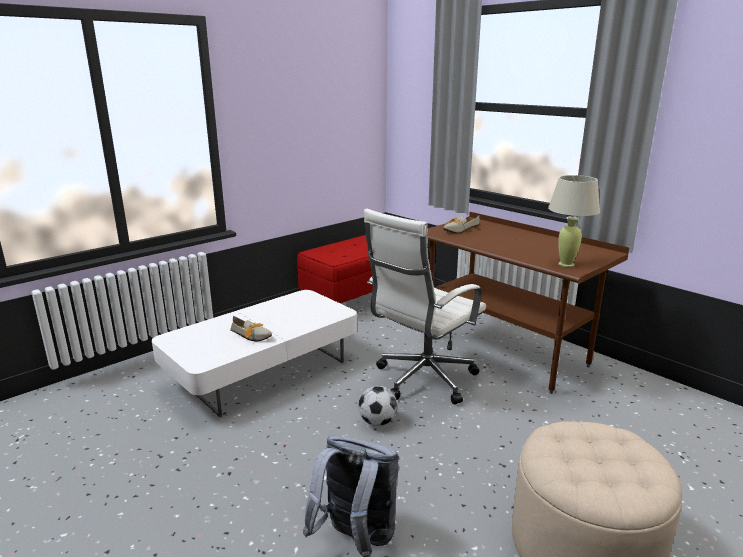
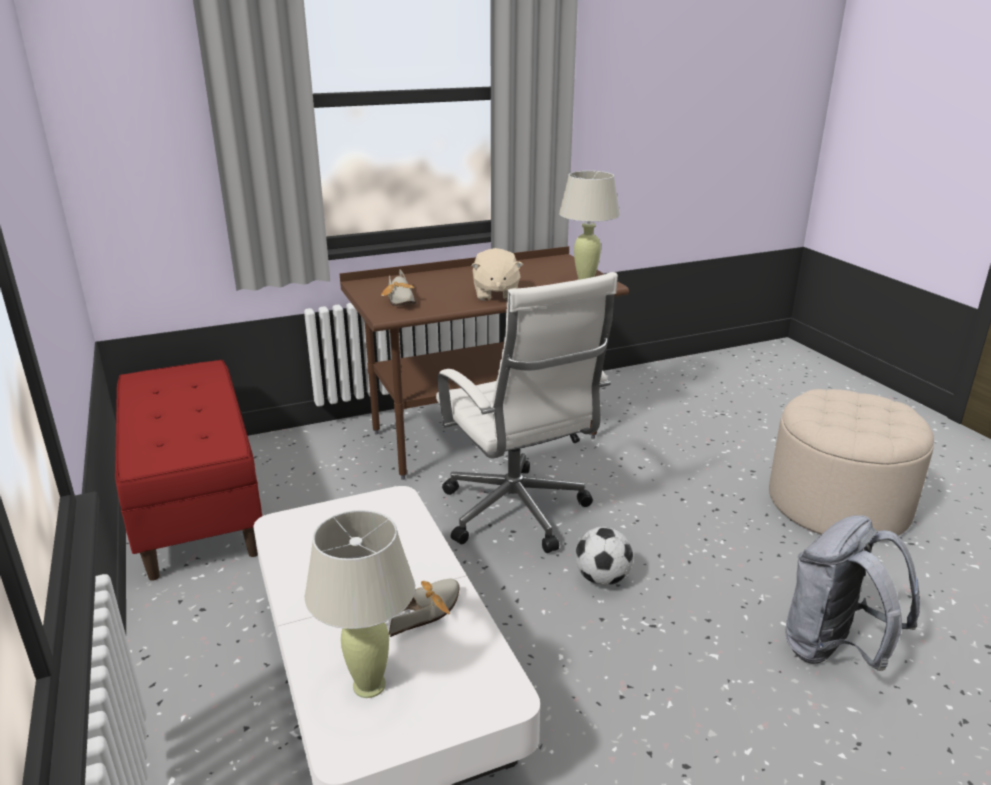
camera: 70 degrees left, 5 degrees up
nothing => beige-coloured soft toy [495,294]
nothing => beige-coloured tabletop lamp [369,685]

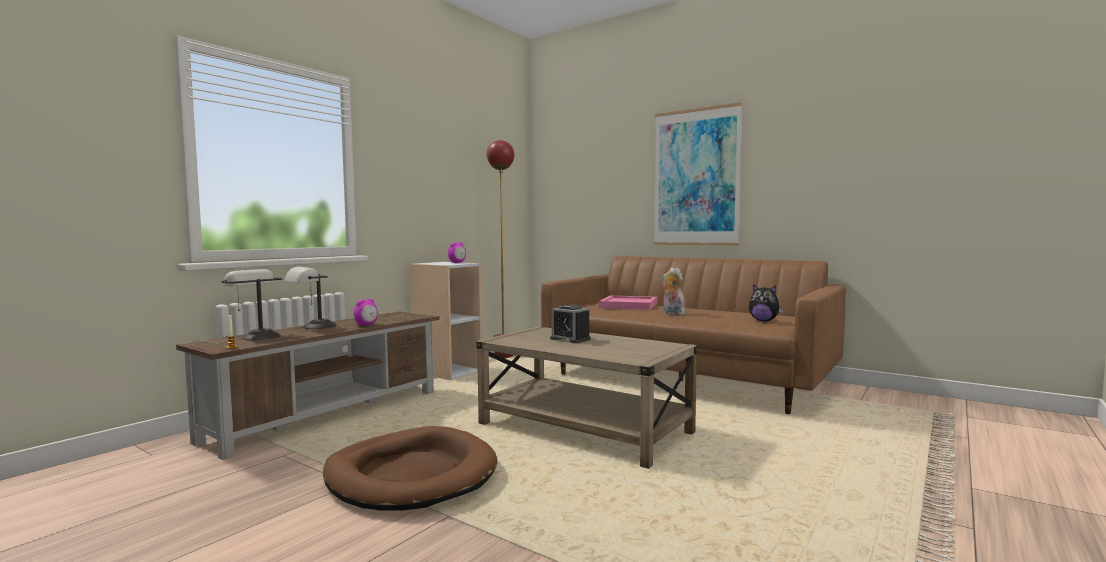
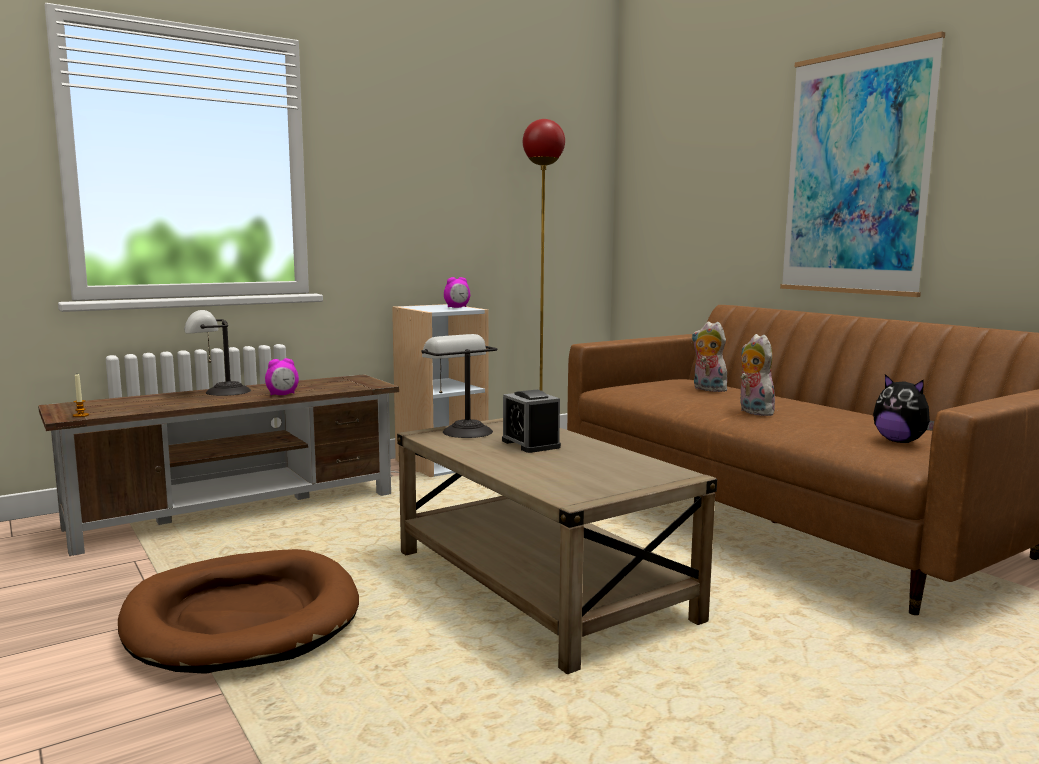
camera: 20 degrees right, 5 degrees up
tabletop lamp [256,336] => tabletop lamp [460,429], shifted
pinkish carrying tray [629,305] => soft toy [707,389]

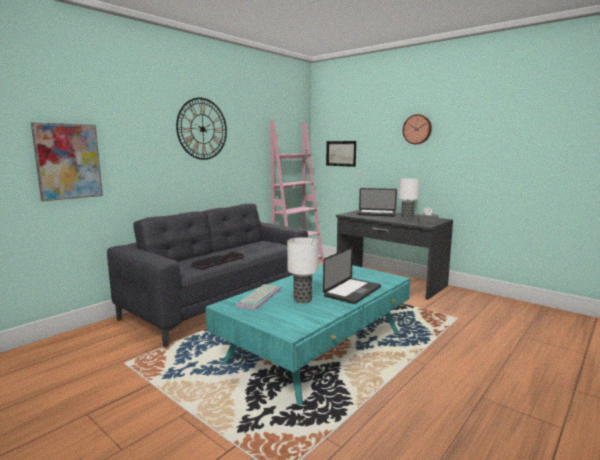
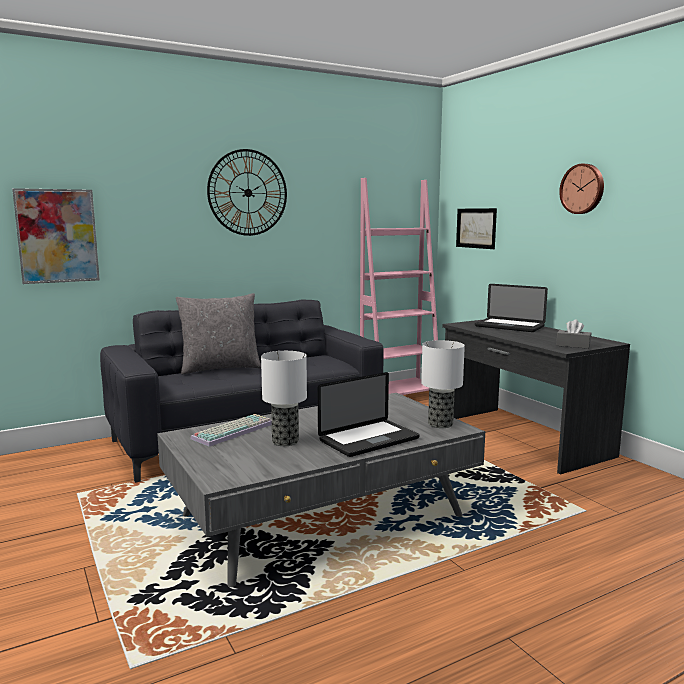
camera: 20 degrees right, 0 degrees up
tabletop lamp [407,218] => tabletop lamp [440,424], shifted
computer keyboard [218,261] => nothing
turquoise lounge table [318,347] => gray lounge table [323,517]
nothing => gray cushion [220,368]

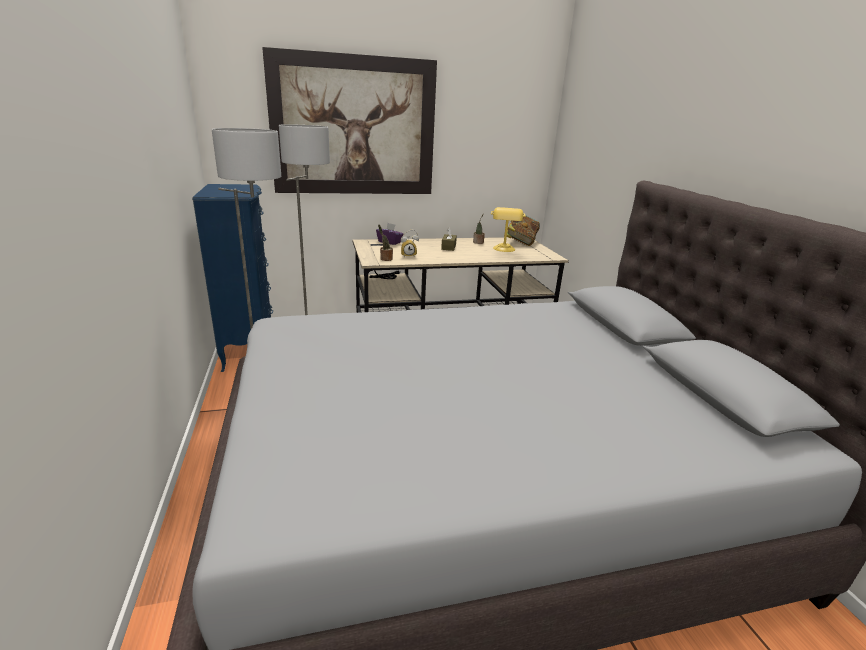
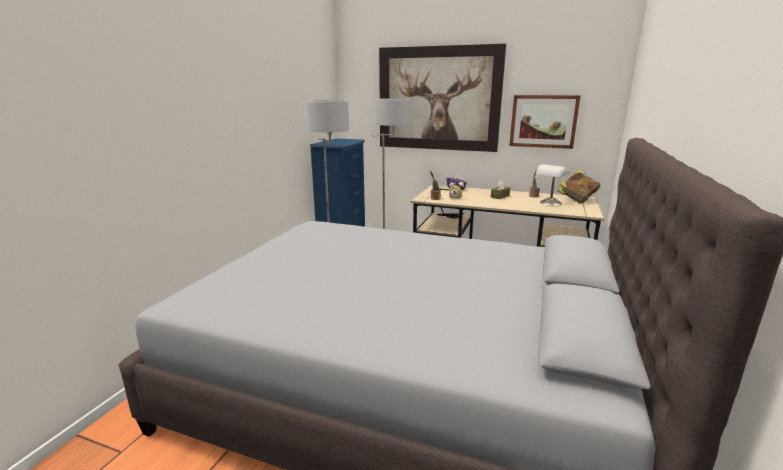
camera: 35 degrees right, 5 degrees down
yellowish tabletop lamp [504,250] => whitish tabletop lamp [549,204]
nothing => wall art [543,121]

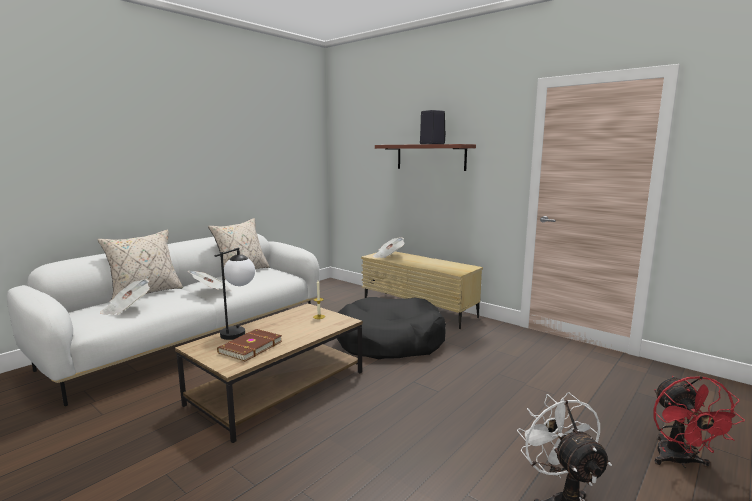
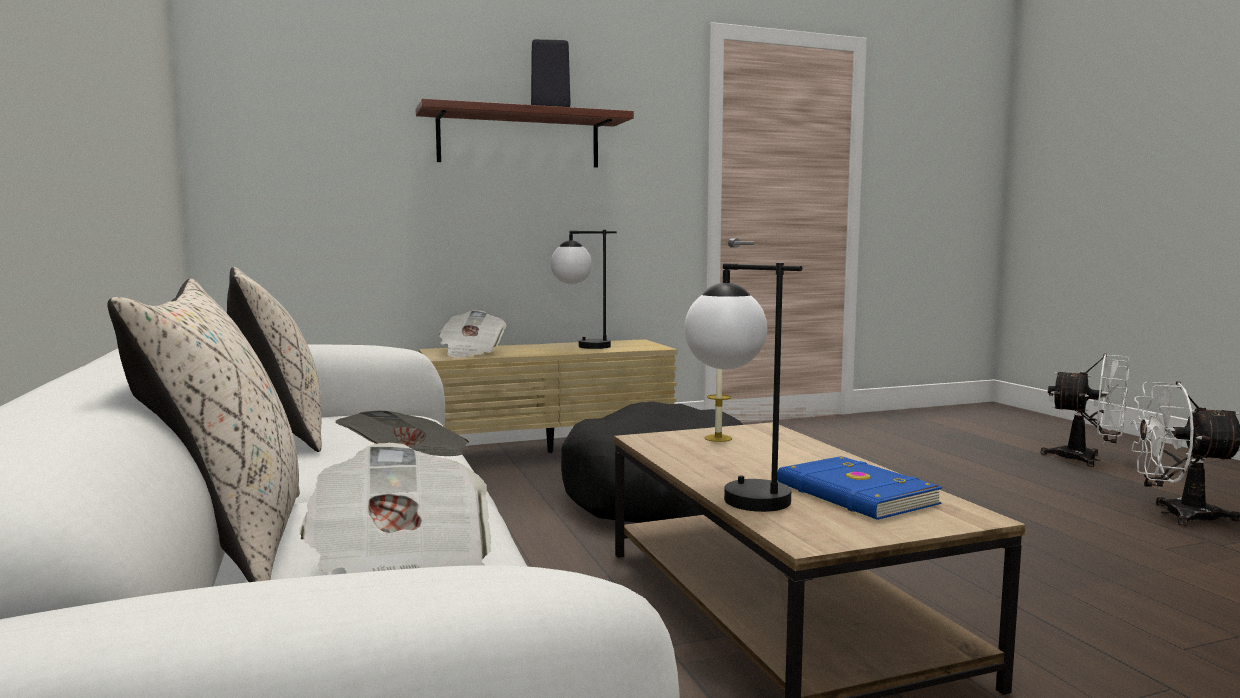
camera: 60 degrees left, 5 degrees down
brown-coloured book [249,347] => blue book [854,494]
red electric fan [679,461] => whitish electric fan [1087,459]
nothing => tabletop lamp [581,346]

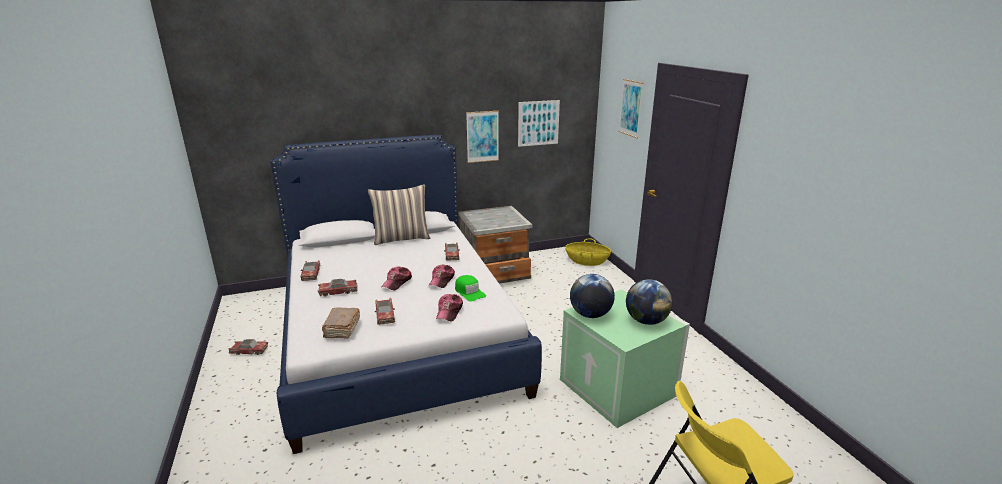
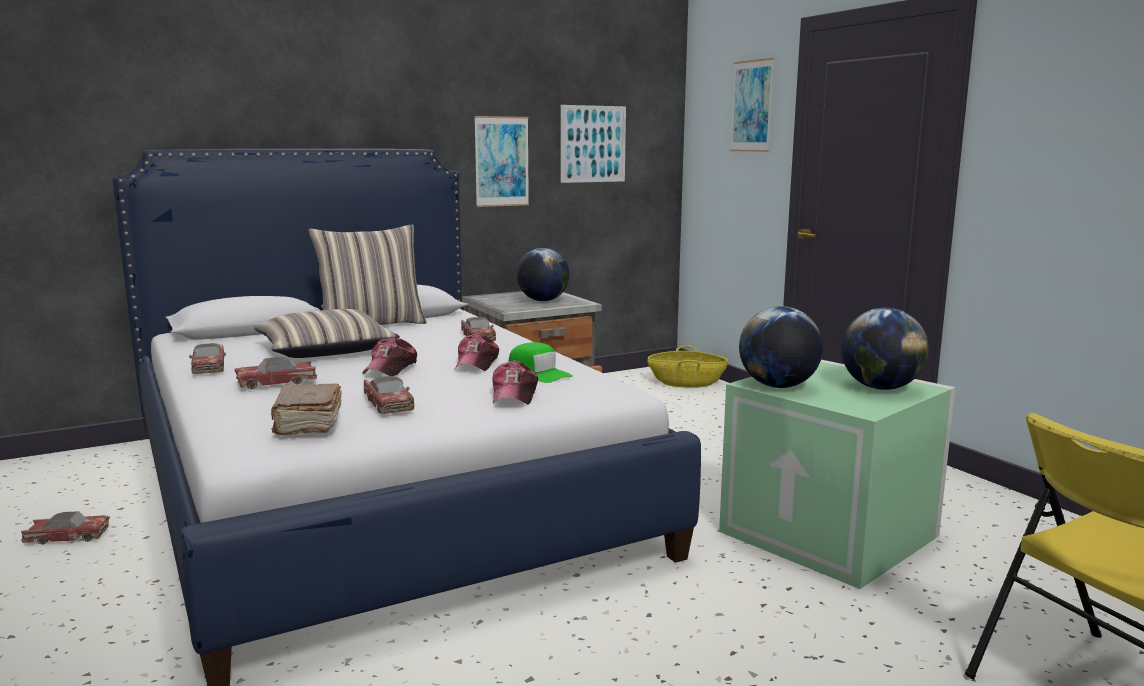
camera: 10 degrees left, 10 degrees down
nothing => desk globe [543,300]
nothing => cushion [326,350]

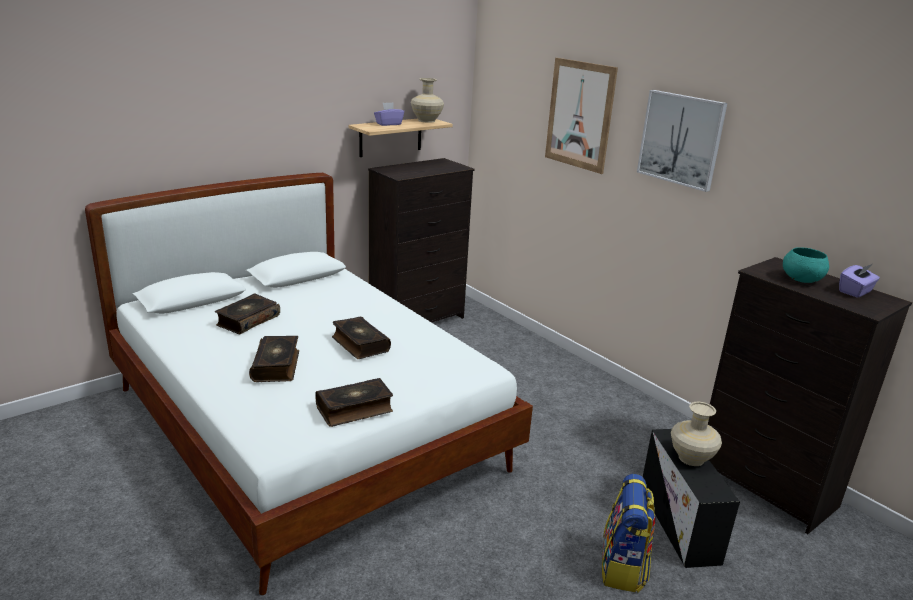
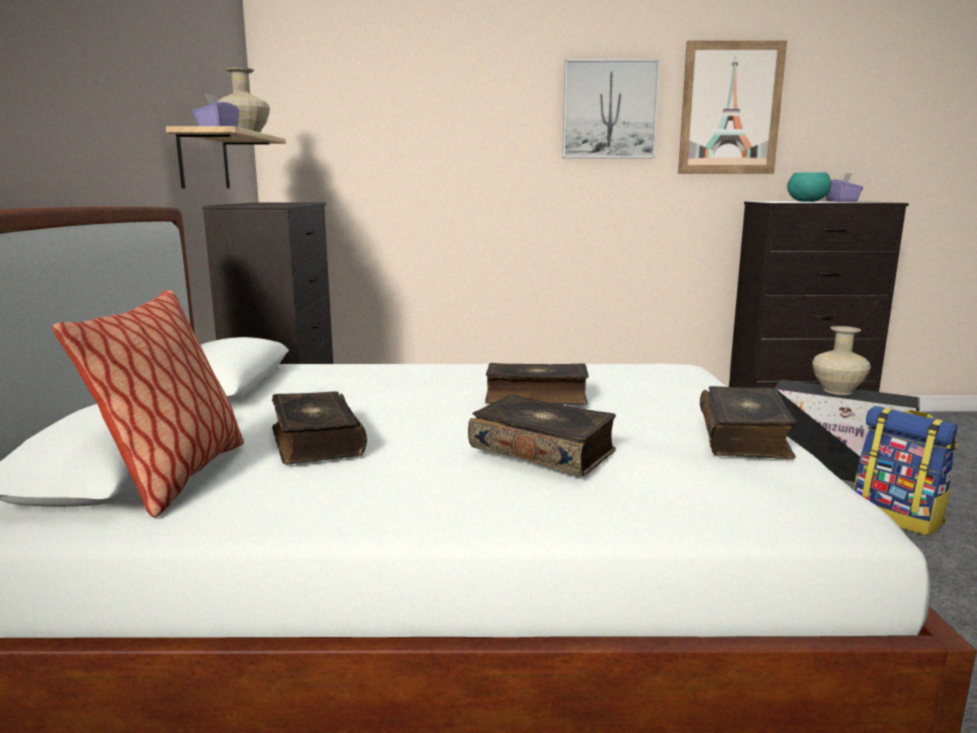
camera: 50 degrees left, 10 degrees down
wall art [579,115] => wall art [730,108], shifted
nothing => cushion [176,478]

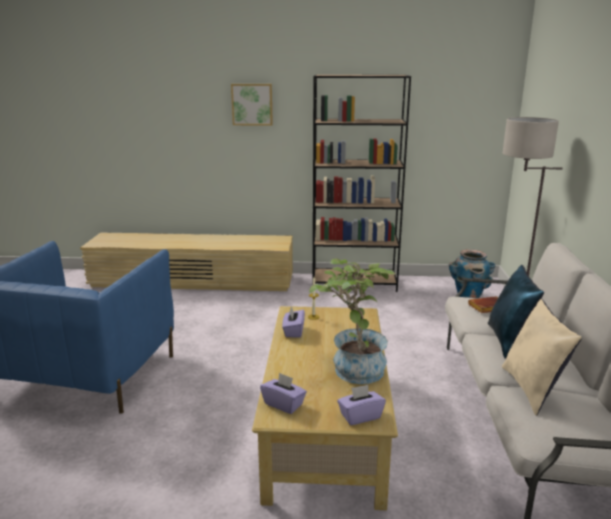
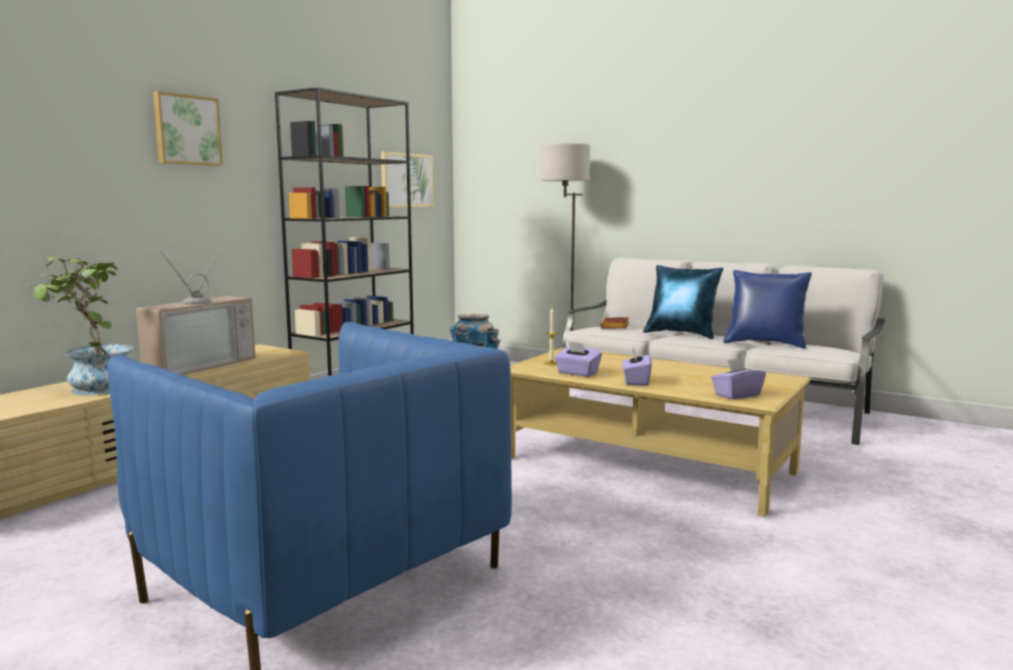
camera: 60 degrees left, 10 degrees down
potted plant [352,367] => potted plant [93,388], shifted
beige-coloured cushion [532,390] => blue cushion [766,344]
purplish tissue box [360,416] => purplish tissue box [636,381], shifted
nothing => wall art [406,180]
nothing => TV set [197,365]

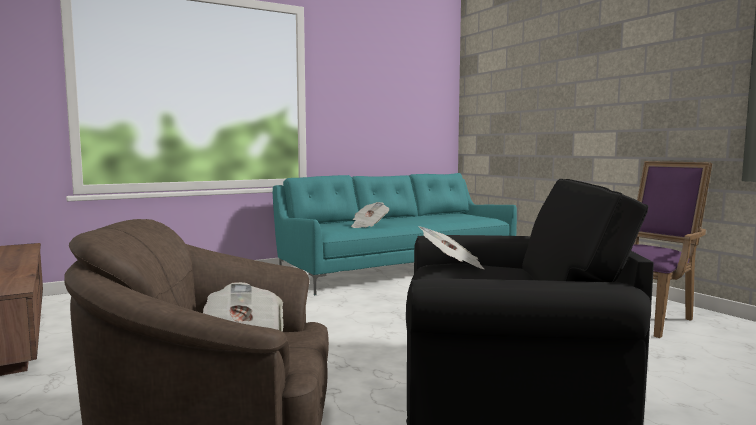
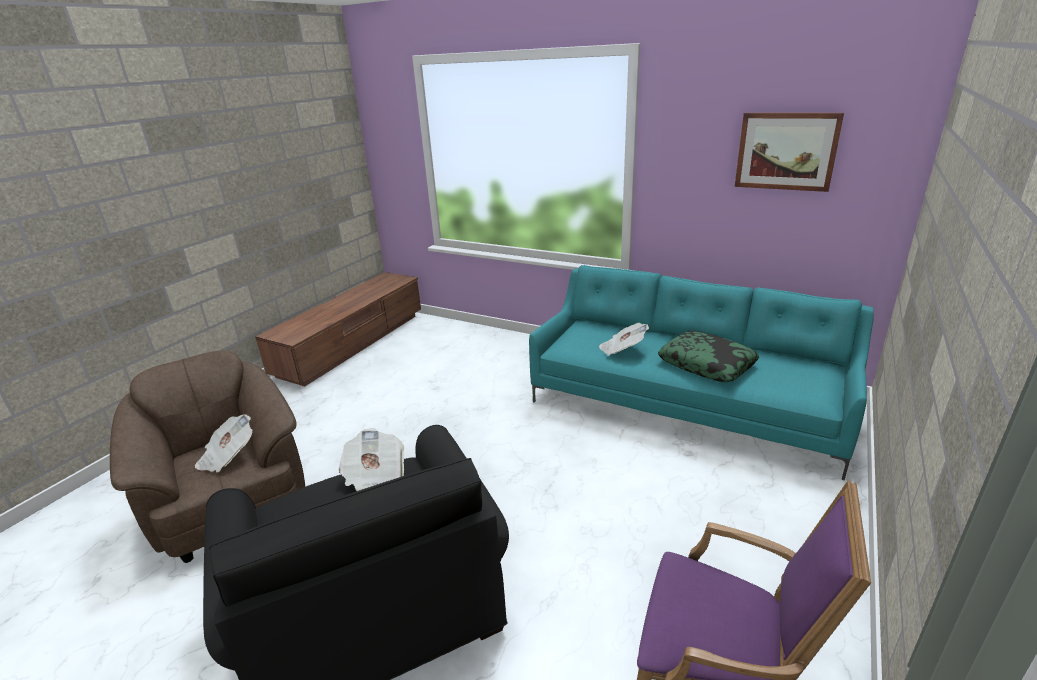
camera: 60 degrees right, 20 degrees up
nothing => wall art [786,151]
nothing => cushion [707,364]

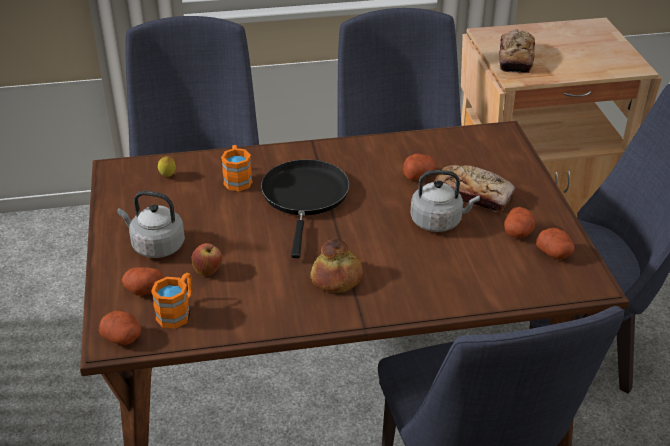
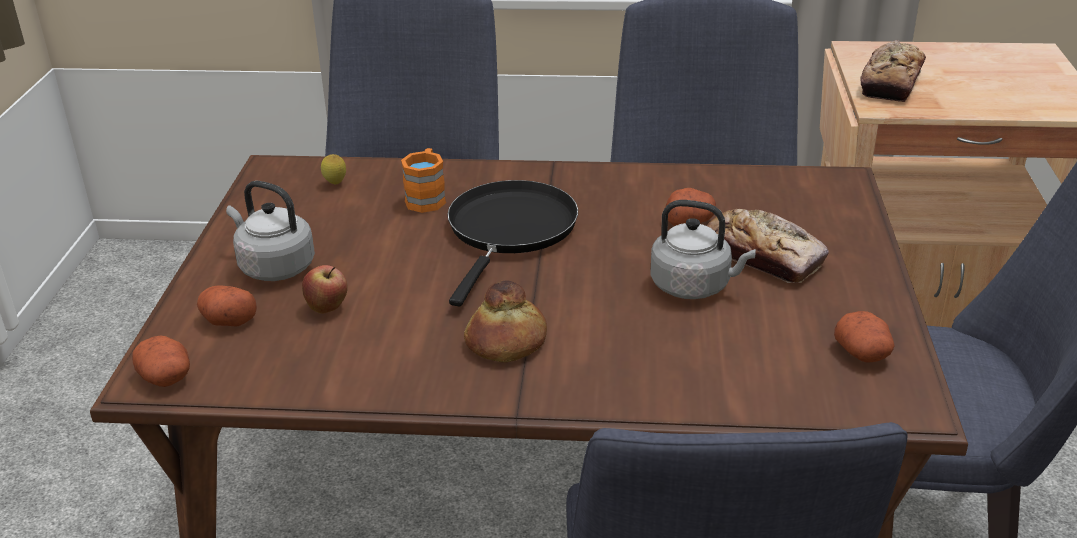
camera: 15 degrees right, 5 degrees down
potato [518,233] => nothing
orange-coloured tea mug [177,312] => nothing

